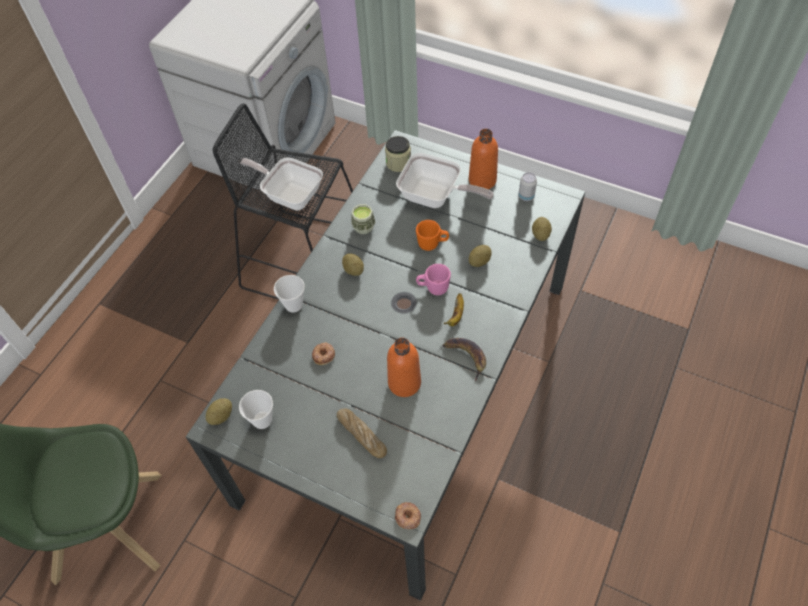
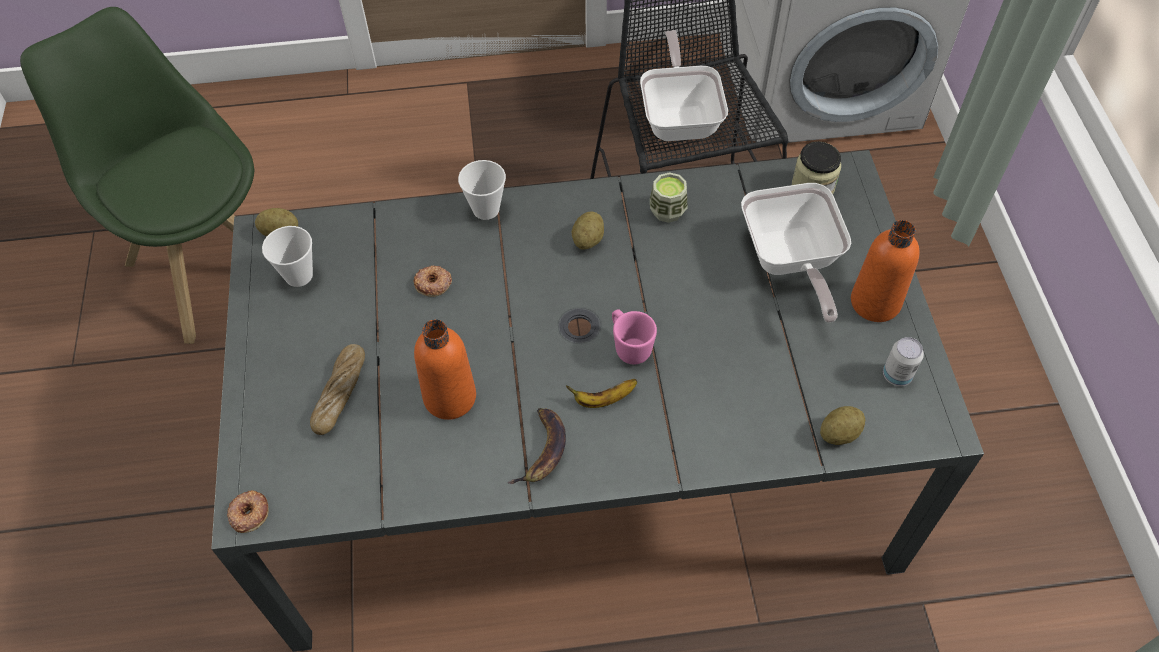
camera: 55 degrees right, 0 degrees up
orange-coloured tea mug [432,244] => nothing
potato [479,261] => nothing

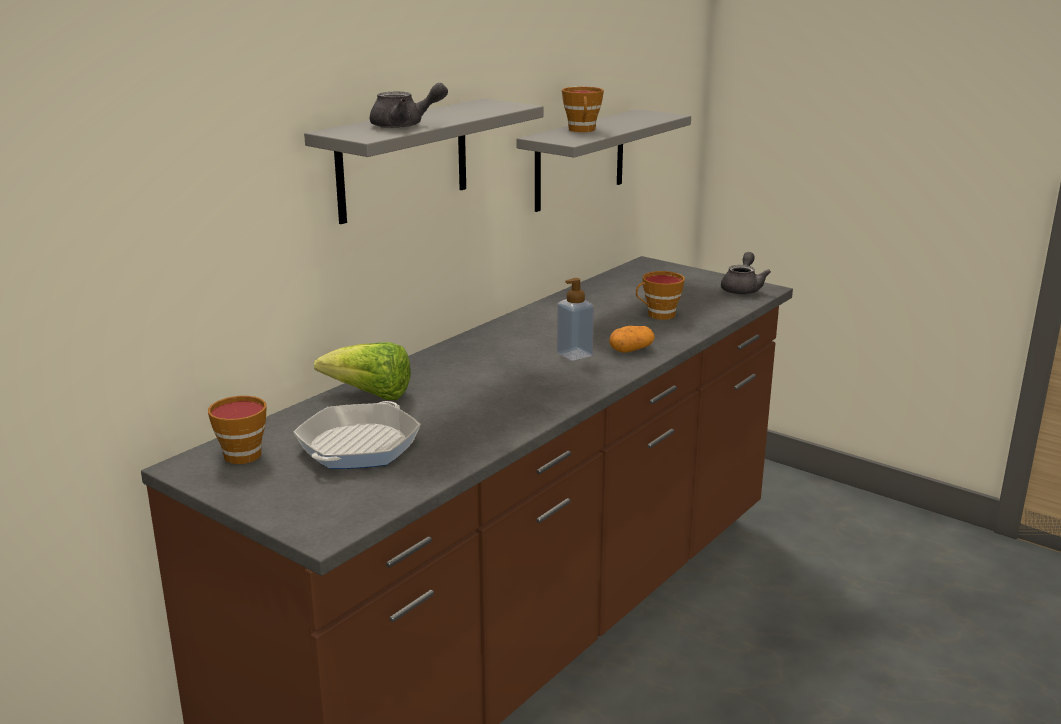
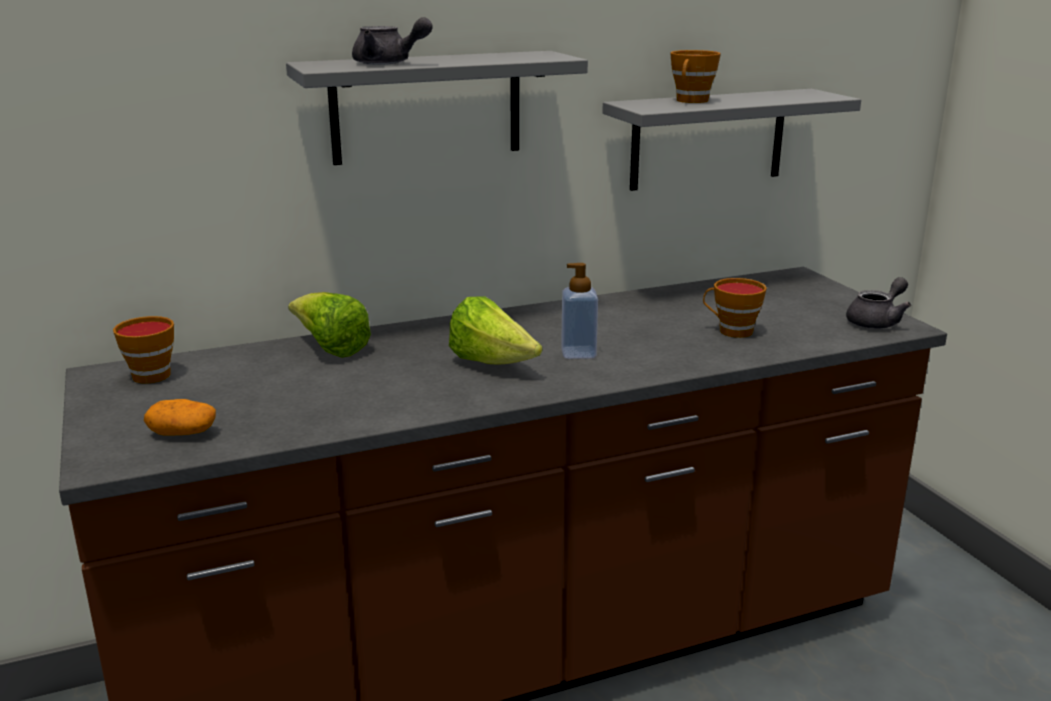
camera: 30 degrees right, 0 degrees up
potato [631,350] => potato [182,433], shifted
pan [358,445] => nothing
nothing => head of lettuce [492,363]

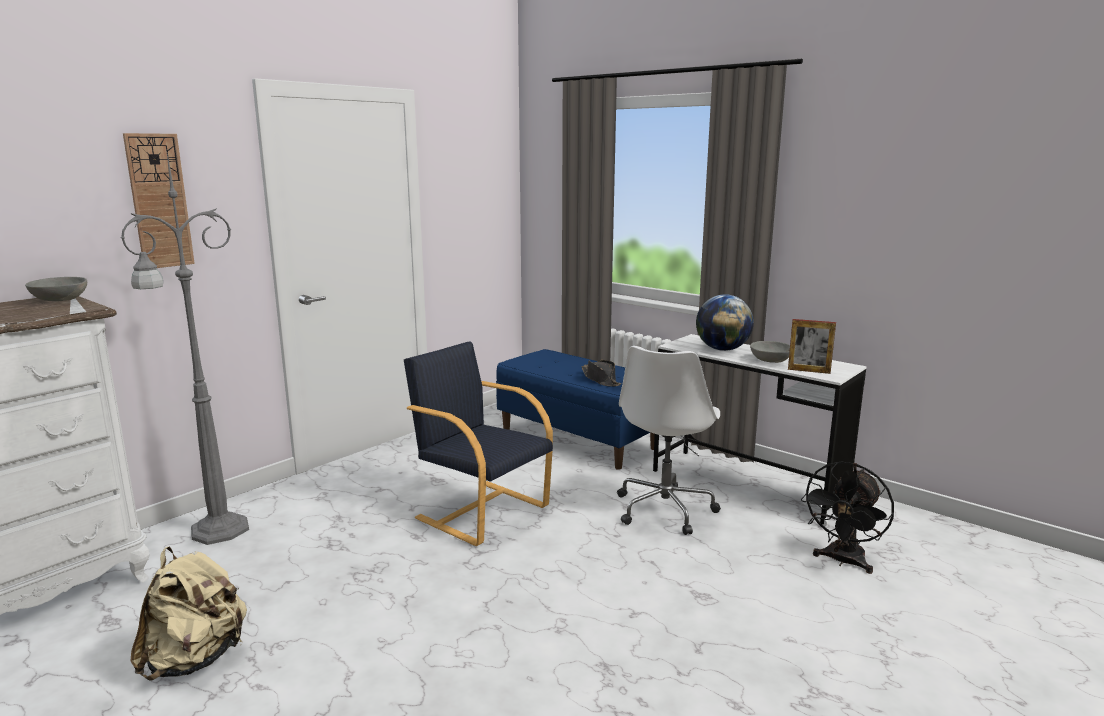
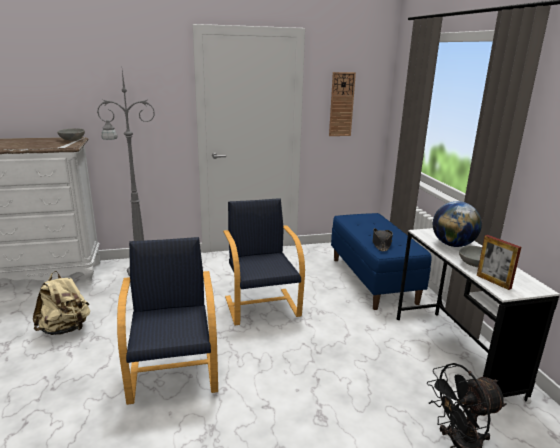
camera: 35 degrees right, 5 degrees up
hanging clock [159,201] => hanging clock [341,104], shifted
whitish desk chair [664,511] => nothing
nothing => black-coloured easy chair [174,373]

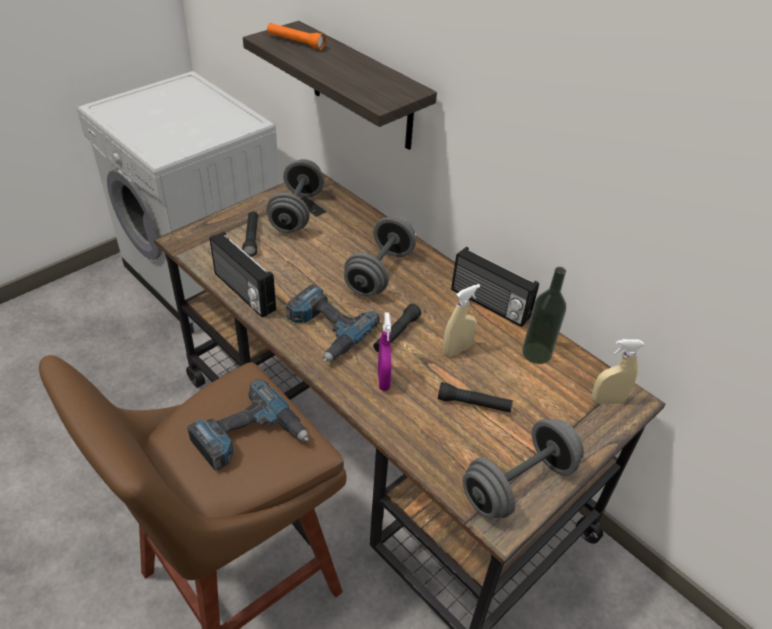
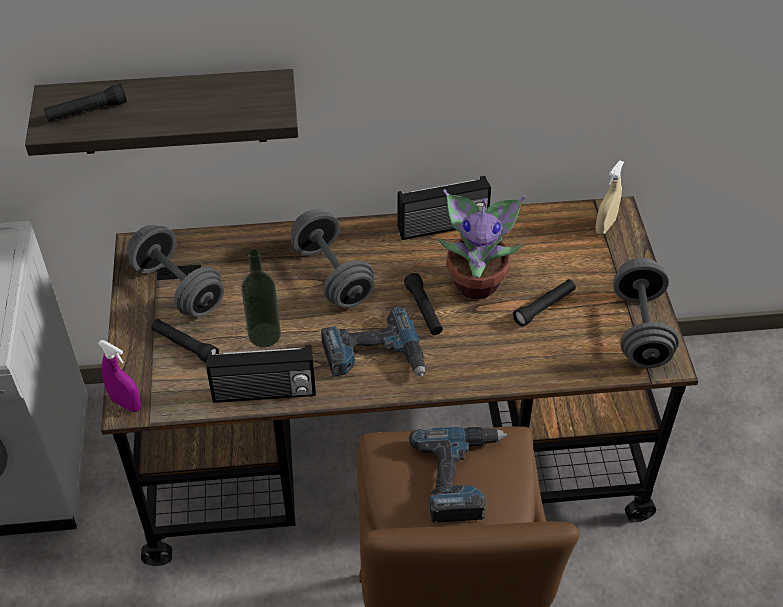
camera: 50 degrees left, 5 degrees up
orange-coloured hand torch [295,42] => black-coloured hand torch [87,111]
beverage bottle [536,353] => beverage bottle [264,335], shifted
beige-coloured spray bottle [457,350] => potted plant [477,281]
purplish spray bottle [383,380] => purplish spray bottle [126,403], shifted

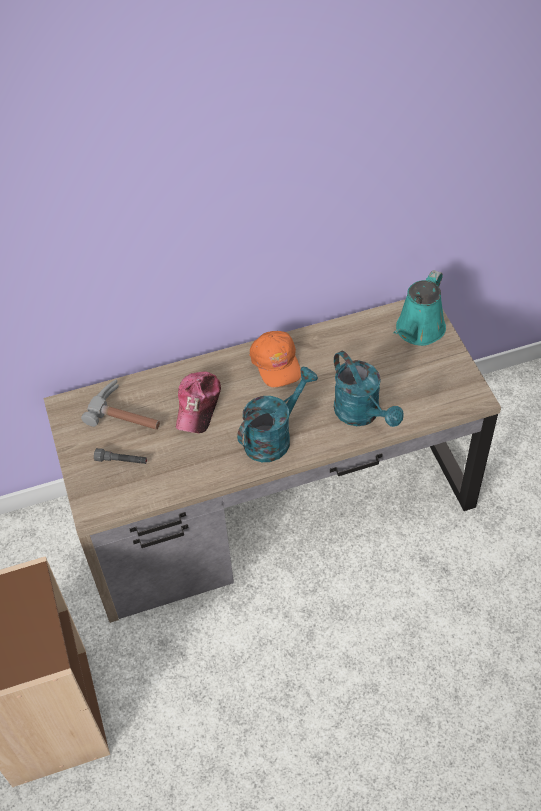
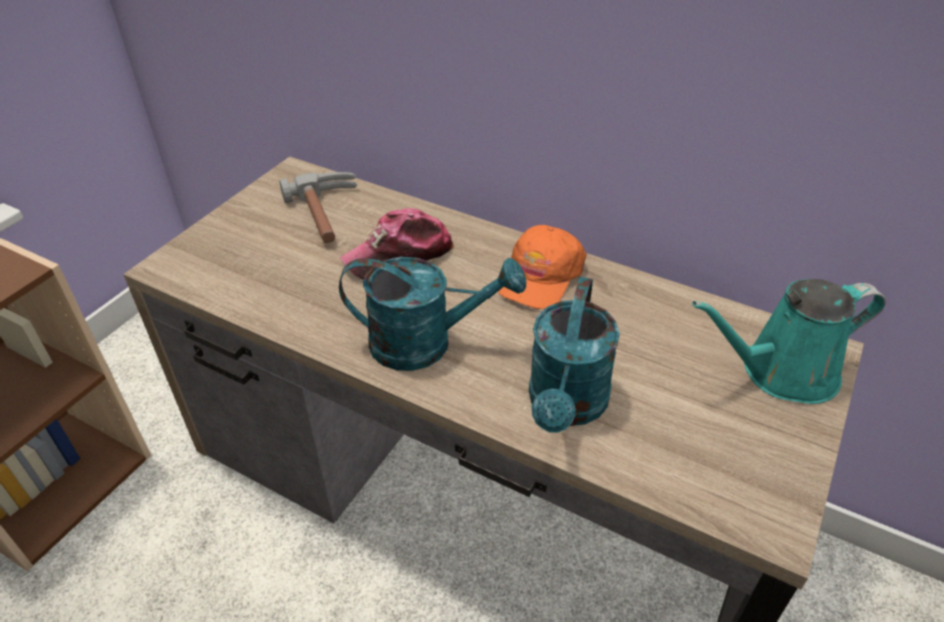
camera: 45 degrees right, 10 degrees down
gray hand torch [121,461] => nothing

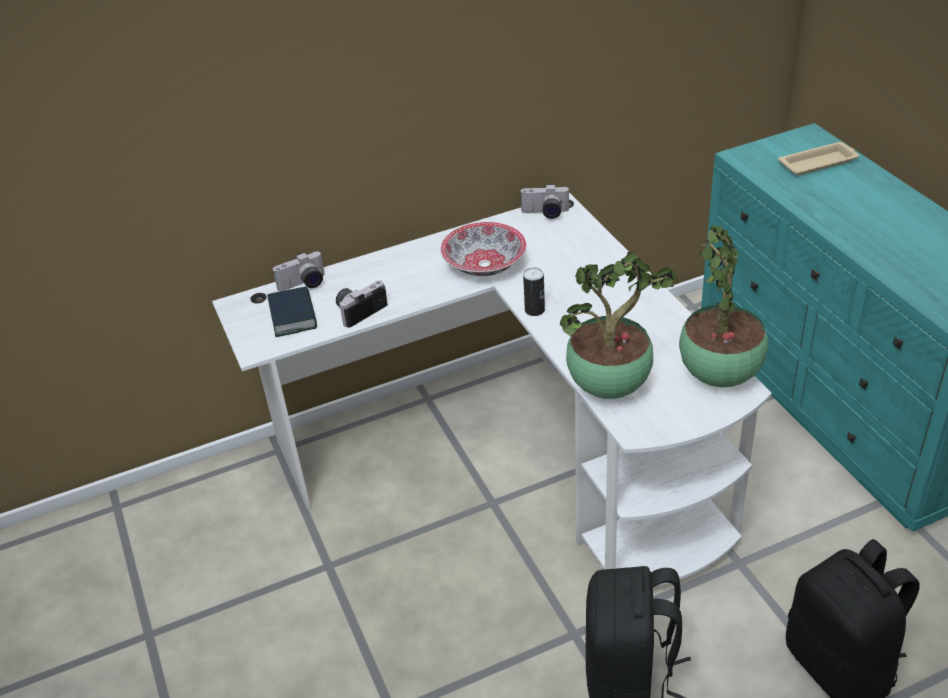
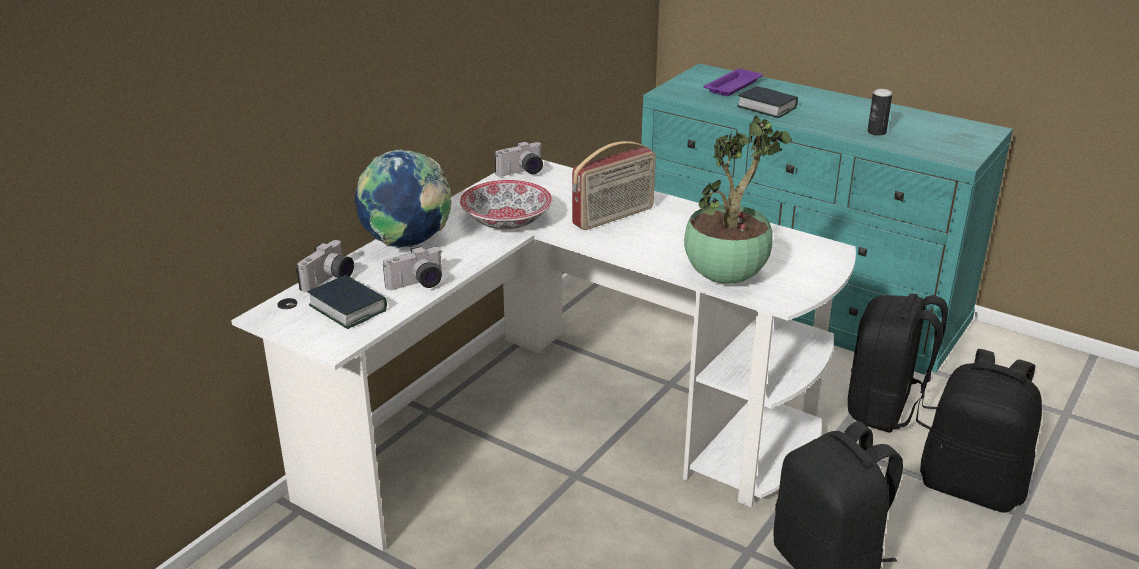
camera: 35 degrees left, 10 degrees down
beige-coloured carrying tray [819,163] => purplish carrying tray [734,86]
potted plant [720,378] => nothing
sealed can [534,310] => sealed can [876,132], shifted
photo camera [360,310] => photo camera [417,285], 135 degrees counterclockwise
nothing => book [766,107]
nothing => radio receiver [614,217]
nothing => desk globe [407,244]
nothing => black-coloured backpack [887,410]

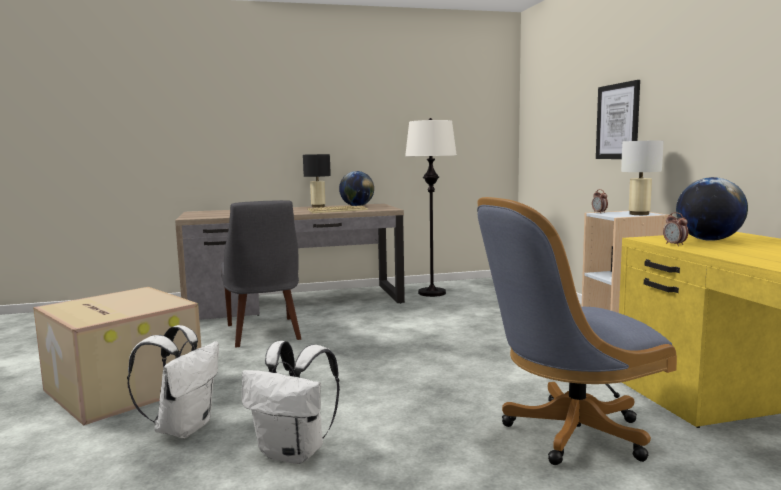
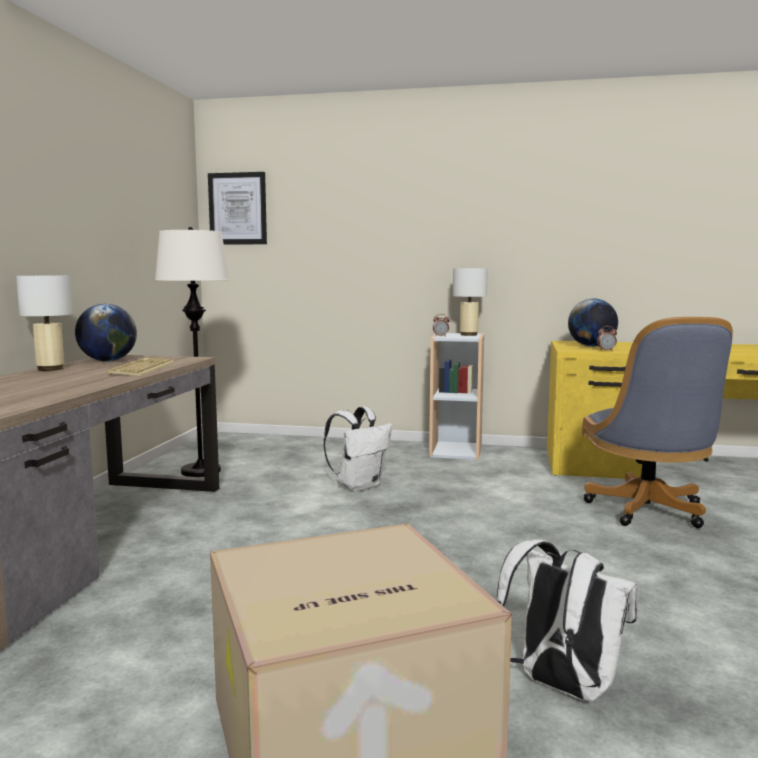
camera: 65 degrees left, 0 degrees up
wall art [617,121] => wall art [237,208], shifted
black-coloured tabletop lamp [318,206] => whitish tabletop lamp [51,369]
gray upright chair [264,333] => nothing
whitish backpack [294,453] => whitish backpack [359,486], shifted

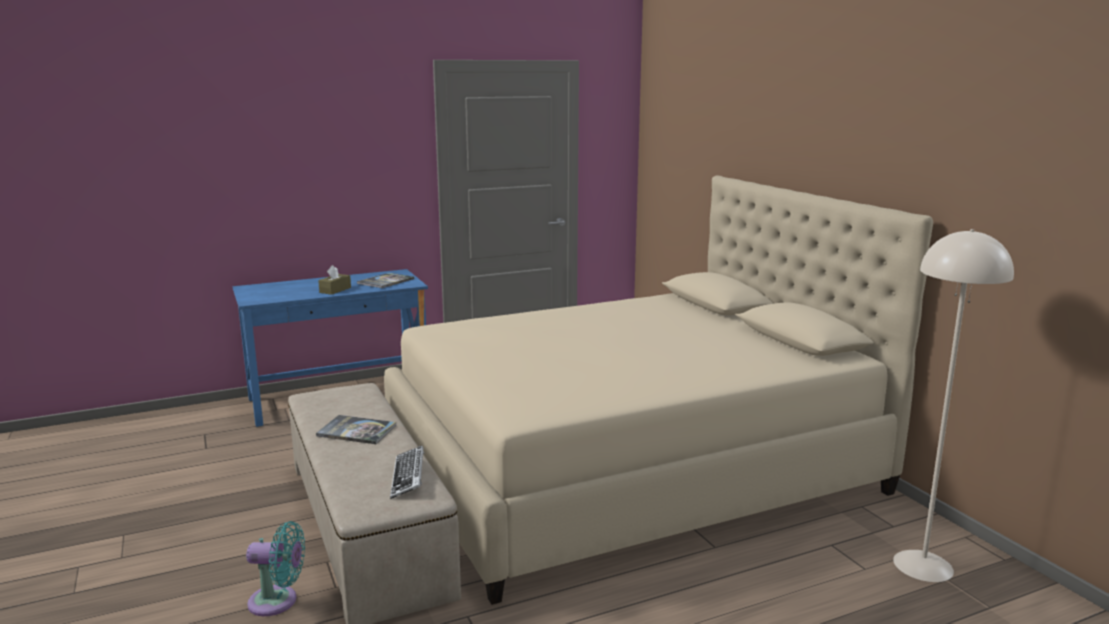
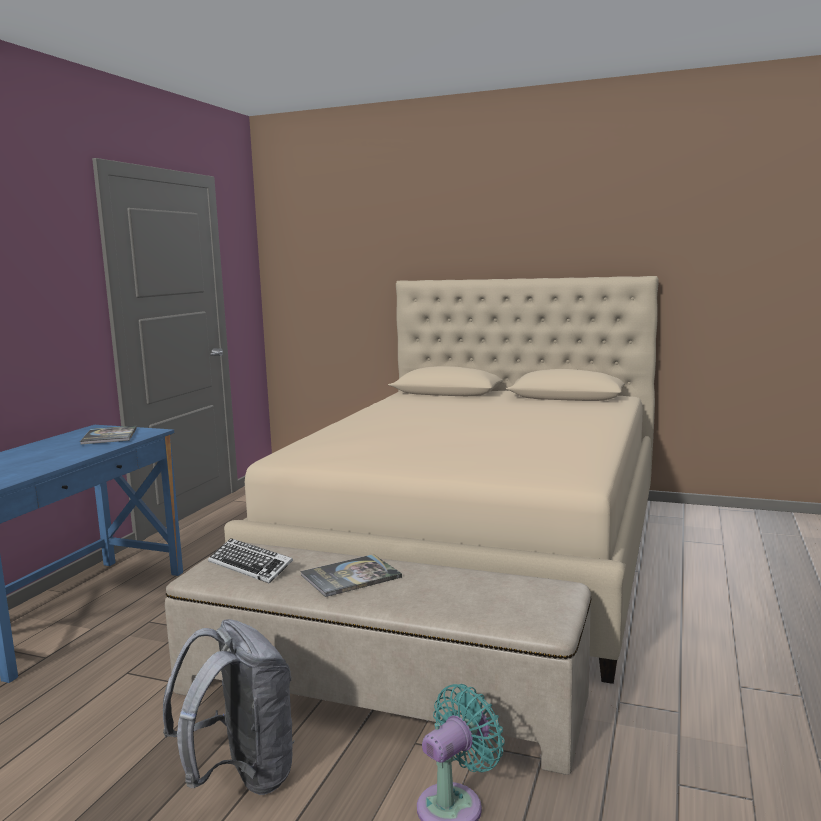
camera: 45 degrees left, 5 degrees down
beige-coloured standard lamp [923,565] => nothing
brown-coloured tissue box [335,290] => nothing
computer keyboard [408,477] => computer keyboard [250,566], shifted
nothing => gray backpack [240,776]

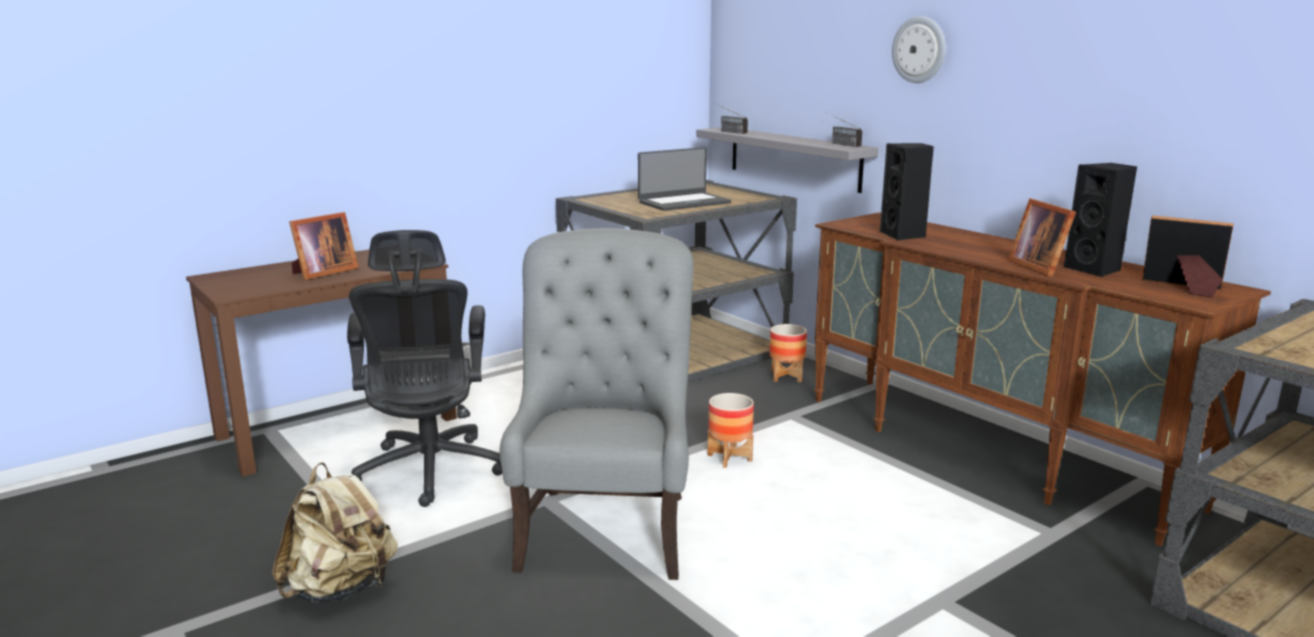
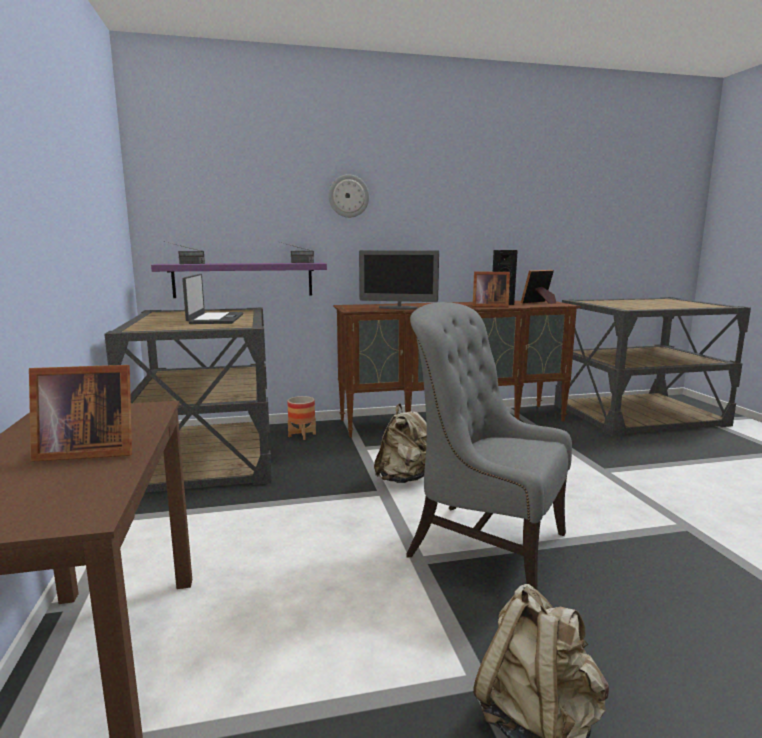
camera: 65 degrees left, 5 degrees down
gray bracket shelf [793,158] => purplish bracket shelf [243,280]
black-coloured speaker [903,235] => monitor [398,308]
standing frame [322,273] => standing frame [85,452], 105 degrees clockwise
desk chair [429,474] => nothing
plant pot [729,458] => beige-coloured backpack [405,478]

